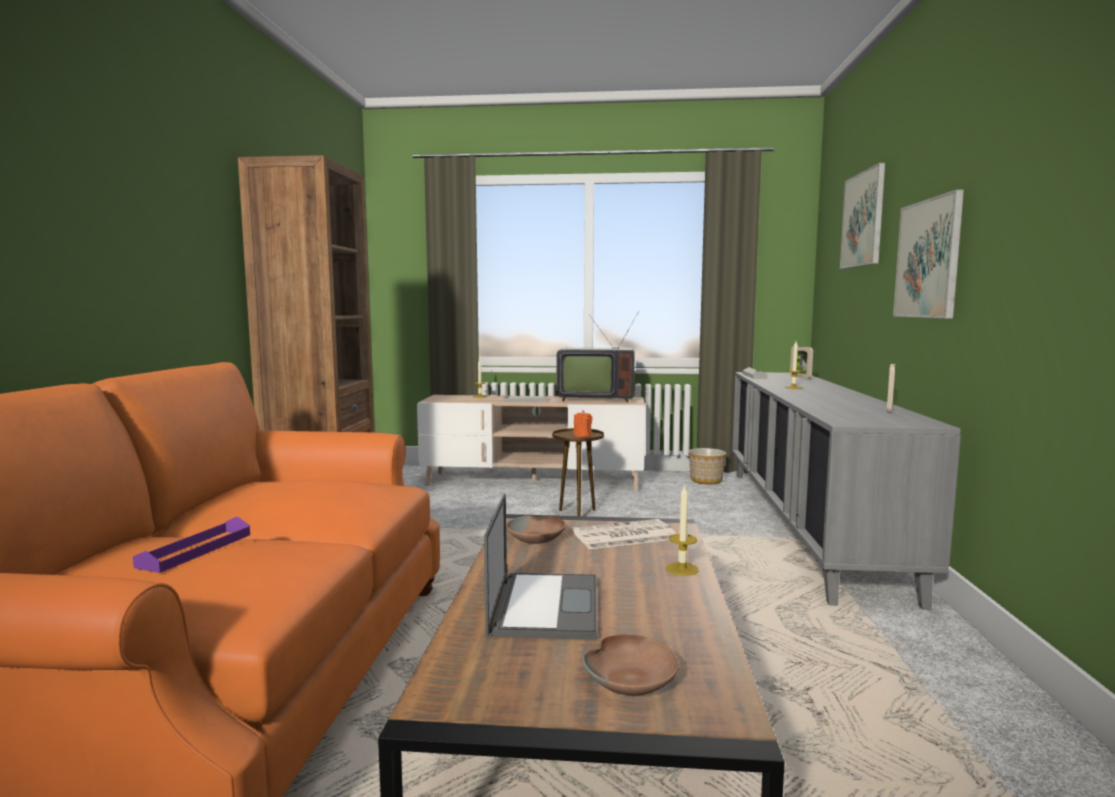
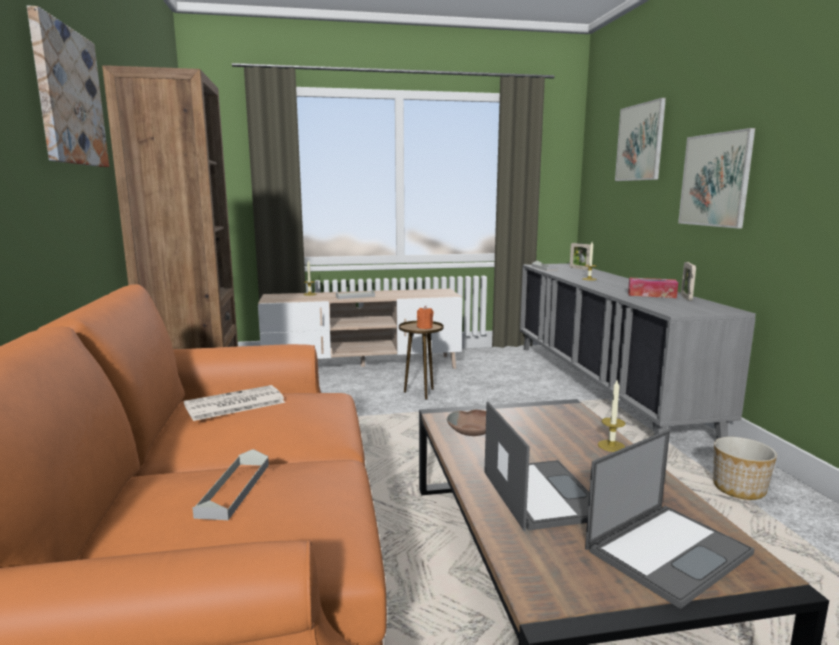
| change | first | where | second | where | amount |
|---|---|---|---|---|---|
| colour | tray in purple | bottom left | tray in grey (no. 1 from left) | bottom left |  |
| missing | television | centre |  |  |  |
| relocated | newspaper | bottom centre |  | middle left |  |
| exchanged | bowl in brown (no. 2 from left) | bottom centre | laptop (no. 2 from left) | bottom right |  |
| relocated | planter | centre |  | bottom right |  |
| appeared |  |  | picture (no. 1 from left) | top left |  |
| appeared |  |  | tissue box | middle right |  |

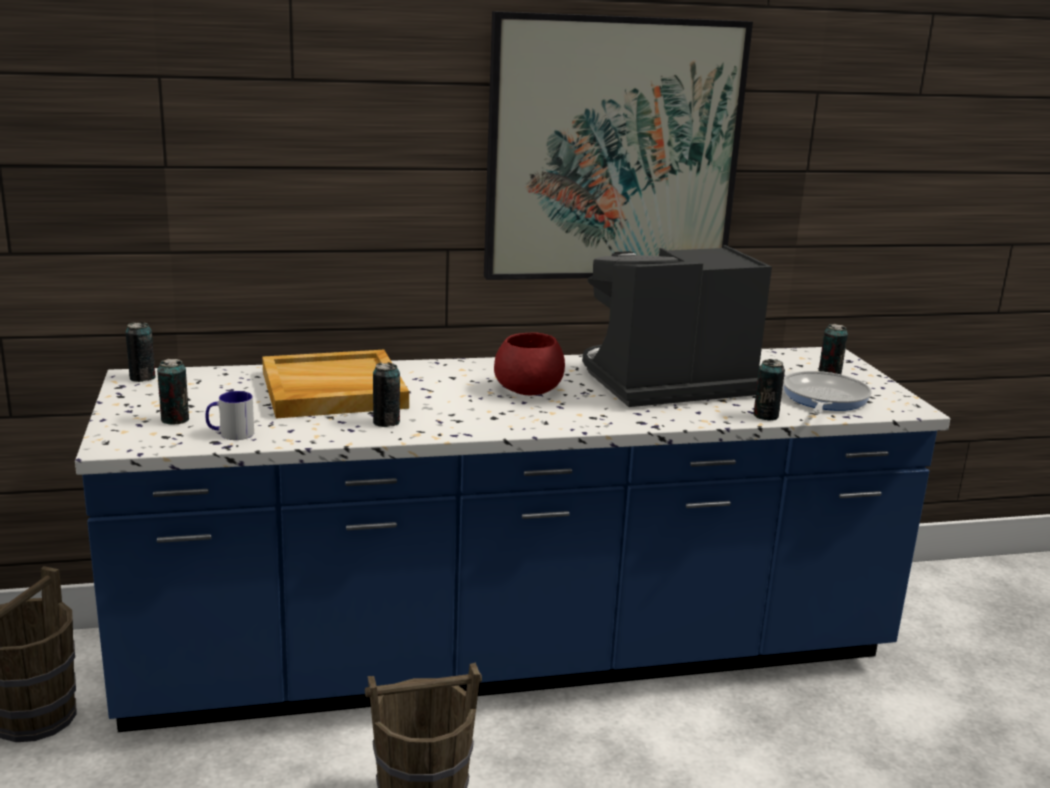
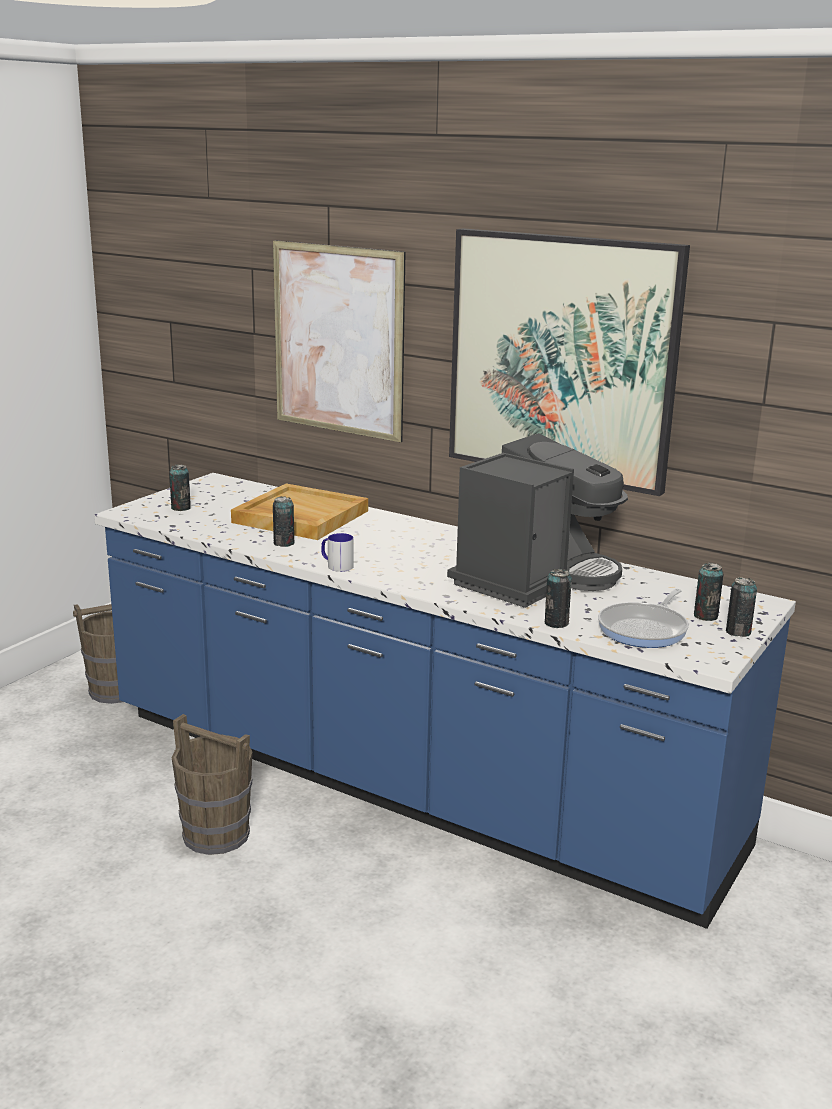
| change | first | where | second | where | amount |
|---|---|---|---|---|---|
| relocated | can (no. 1 from left in the first image) | middle left | can (no. 5 from left) | middle right |  |
| relocated | mug | middle left |  | centre |  |
| missing | bowl in red | centre |  |  |  |
| spun | coffee machine | centre |  | centre | 105 degrees clockwise |
| spun | frying pan | middle right |  | middle right | 150 degrees clockwise |
| appeared |  |  | picture (no. 1 from left) | top centre |  |

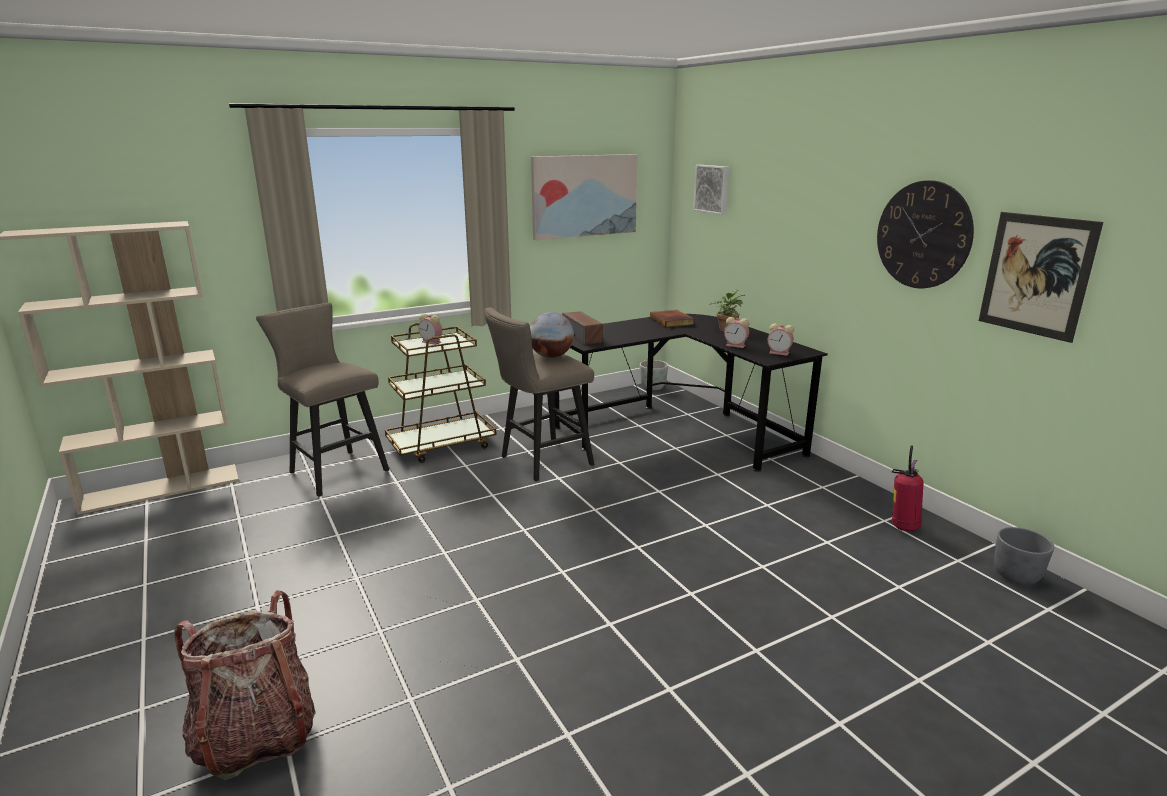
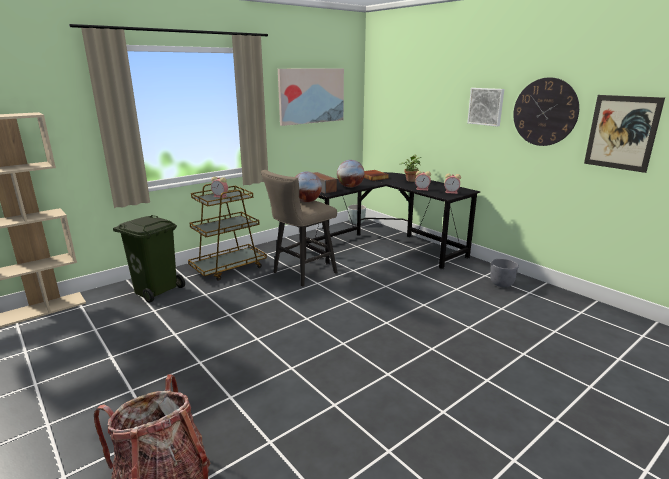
| change | first | where | second | where | amount |
|---|---|---|---|---|---|
| exchanged | stool in beige (no. 1 from left) | middle left | trash can in green | middle left |  |
| relocated | picture (no. 2 from left) | top centre |  | top right |  |
| missing | fire extinguisher | middle right |  |  |  |
| relocated | planter in grey (no. 2 from left) | bottom right |  | middle right |  |
| appeared |  |  | globe (no. 2 from left) | centre |  |

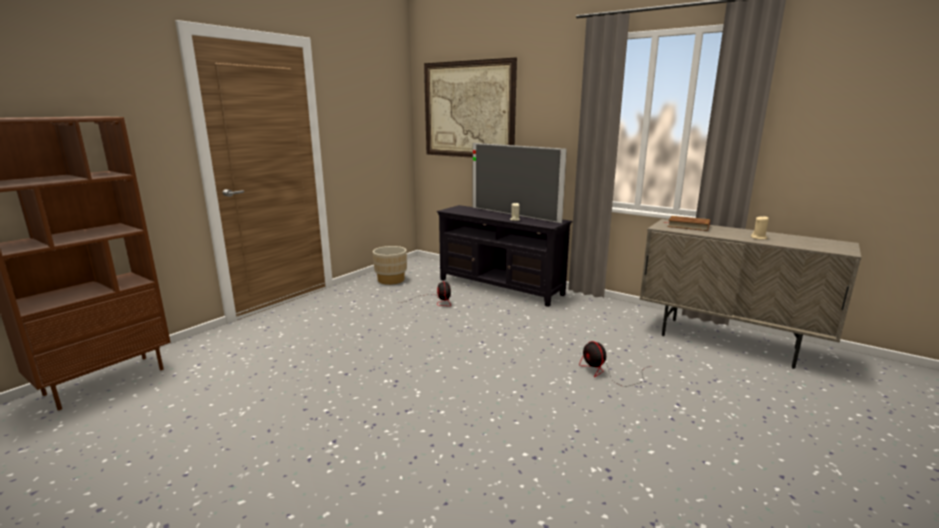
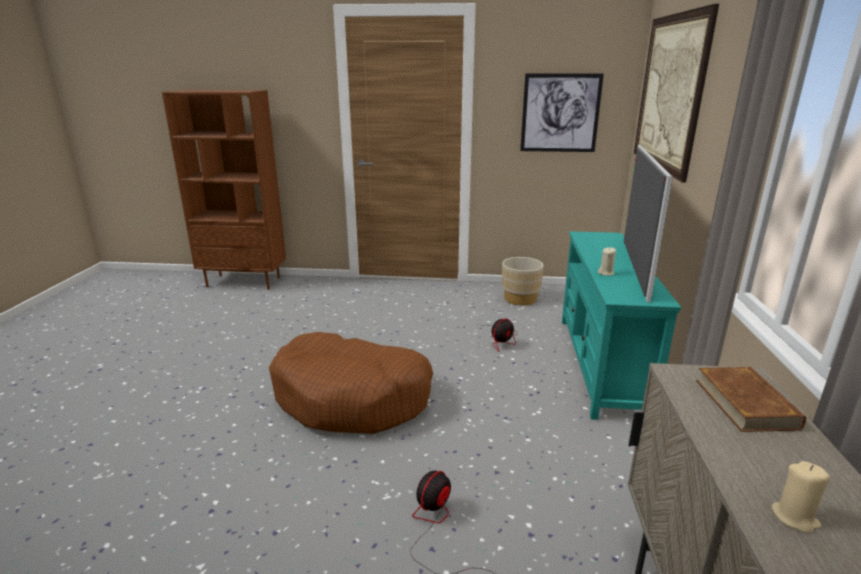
| change | first | where | second | where | amount |
|---|---|---|---|---|---|
| colour | tv stand in black | centre | tv stand in turquoise | middle right |  |
| appeared |  |  | dog bed in brown | bottom centre |  |
| appeared |  |  | picture (no. 1 from left) | top centre |  |

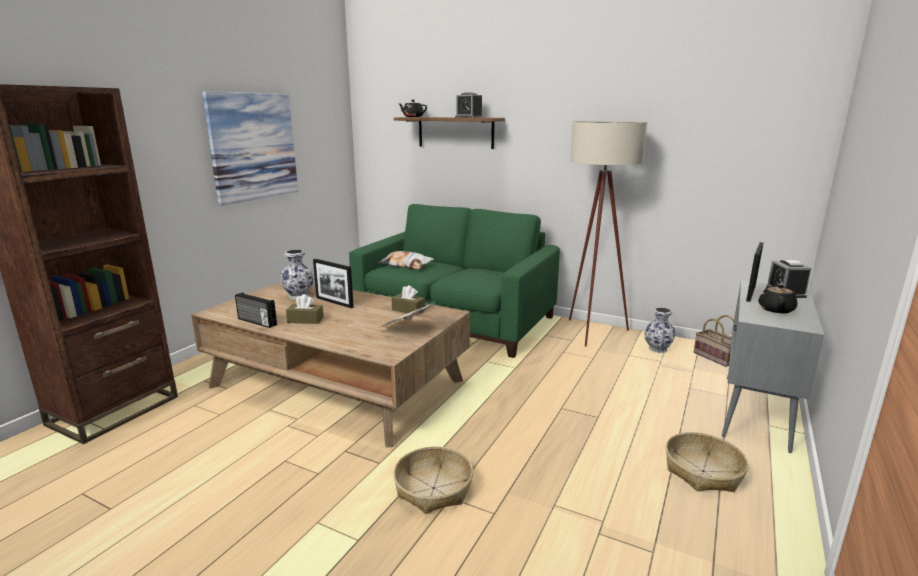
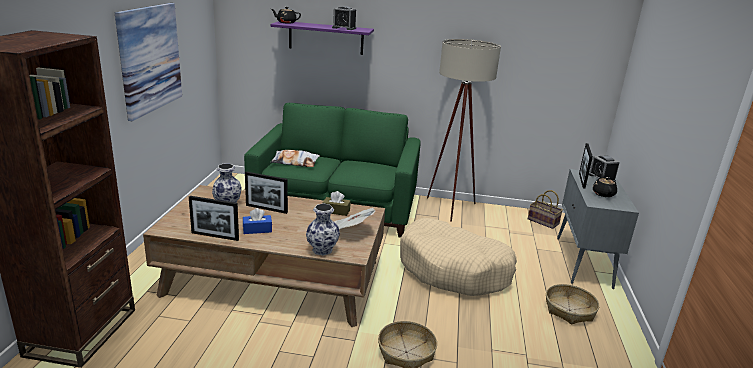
| change | first | where | second | where | amount |
|---|---|---|---|---|---|
| exchanged | radio | middle left | picture frame (no. 1 from left) | middle left |  |
| colour | tissue box in brown (no. 1 from left) | middle left | tissue box in blue | centre |  |
| colour | shelf in brown | top centre | shelf in purple | top centre |  |
| relocated | vase (no. 2 from left) | middle right |  | centre |  |
| appeared |  |  | dog bed in beige | bottom centre |  |

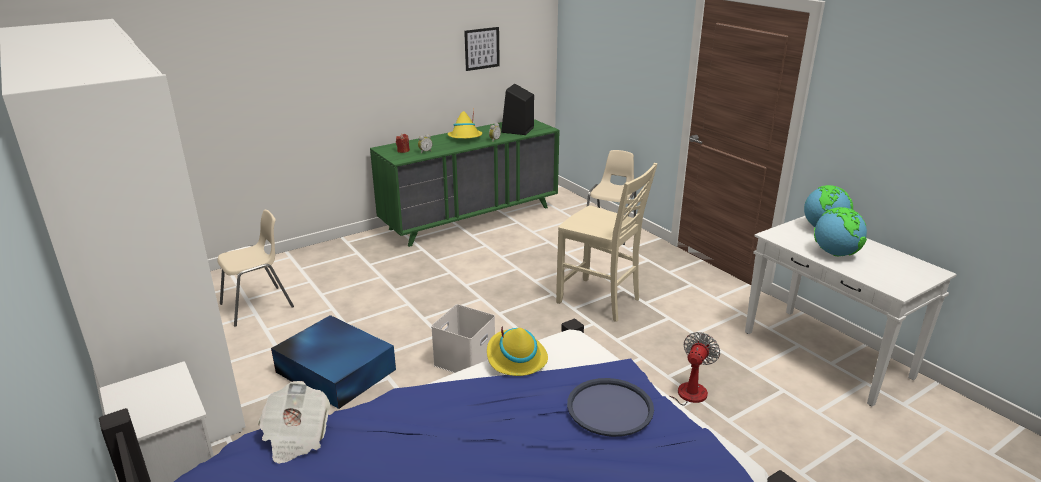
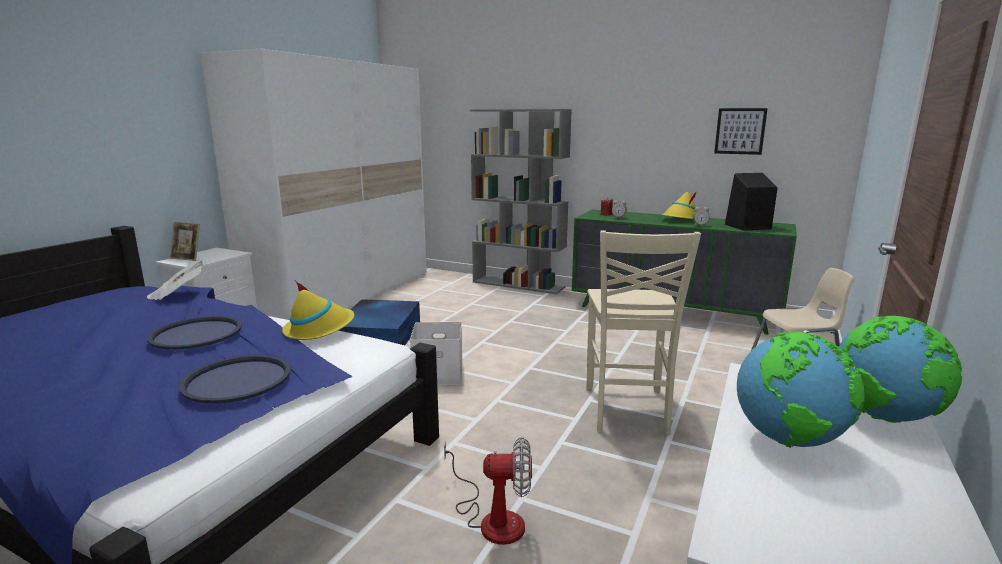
| change | first | where | second | where | amount |
|---|---|---|---|---|---|
| missing | chair in beige (no. 1 from left) | middle left |  |  |  |
| appeared |  |  | tray in blue (no. 1 from left) | middle left |  |
| appeared |  |  | picture frame | middle left |  |
| appeared |  |  | bookcase in grey | centre |  |

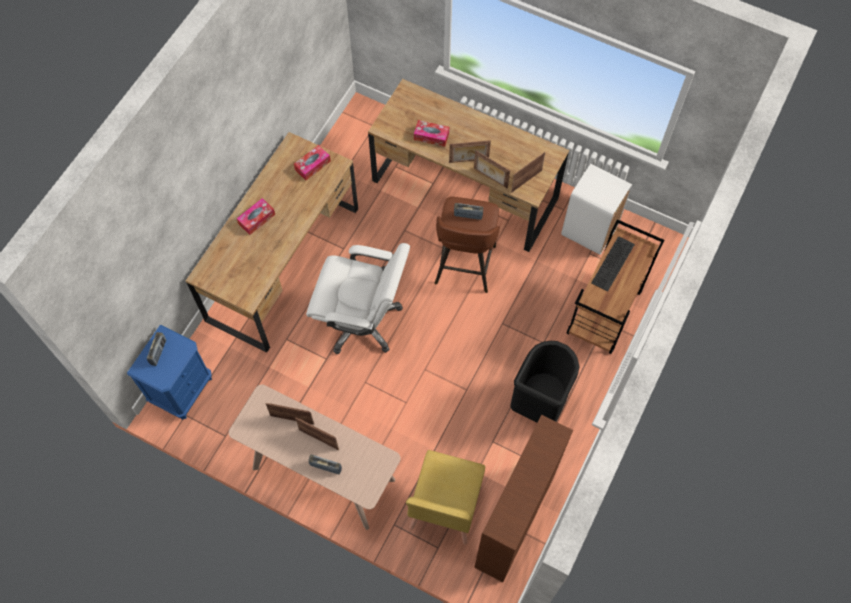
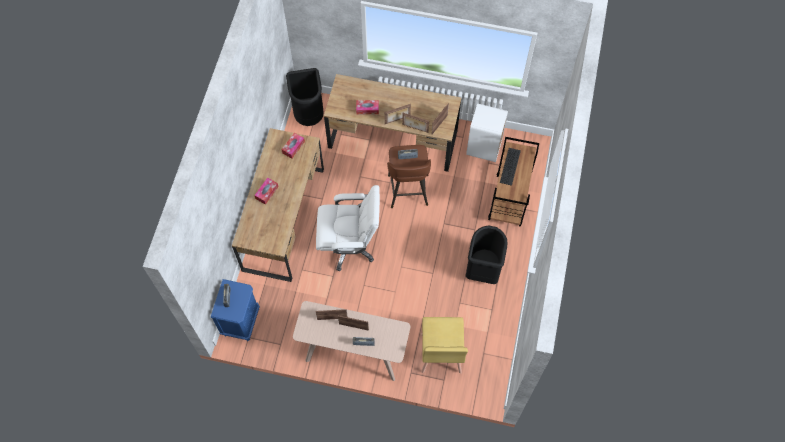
| change | first | where | second | where | amount |
|---|---|---|---|---|---|
| missing | bookcase in brown | bottom centre |  |  |  |
| appeared |  |  | trash can in black (no. 1 from left) | top centre |  |

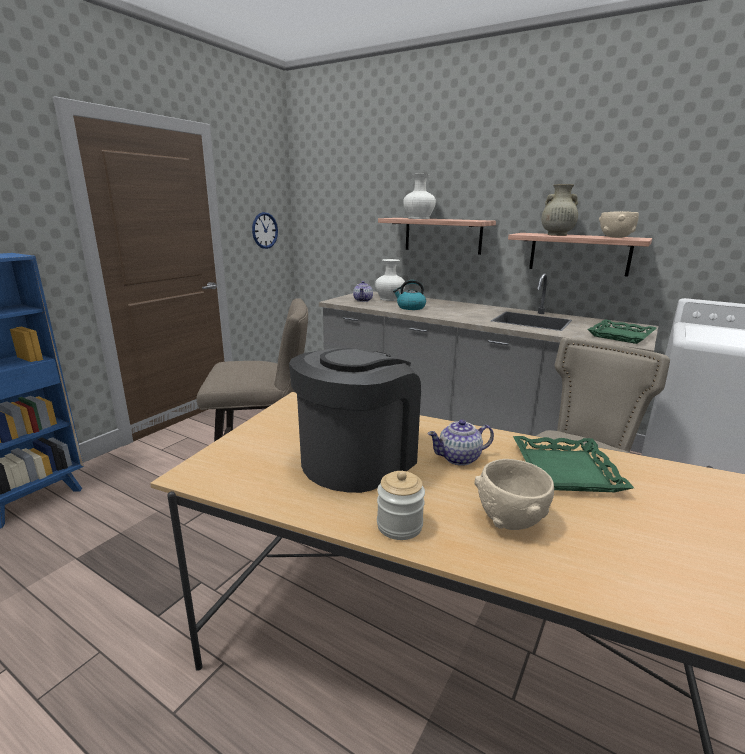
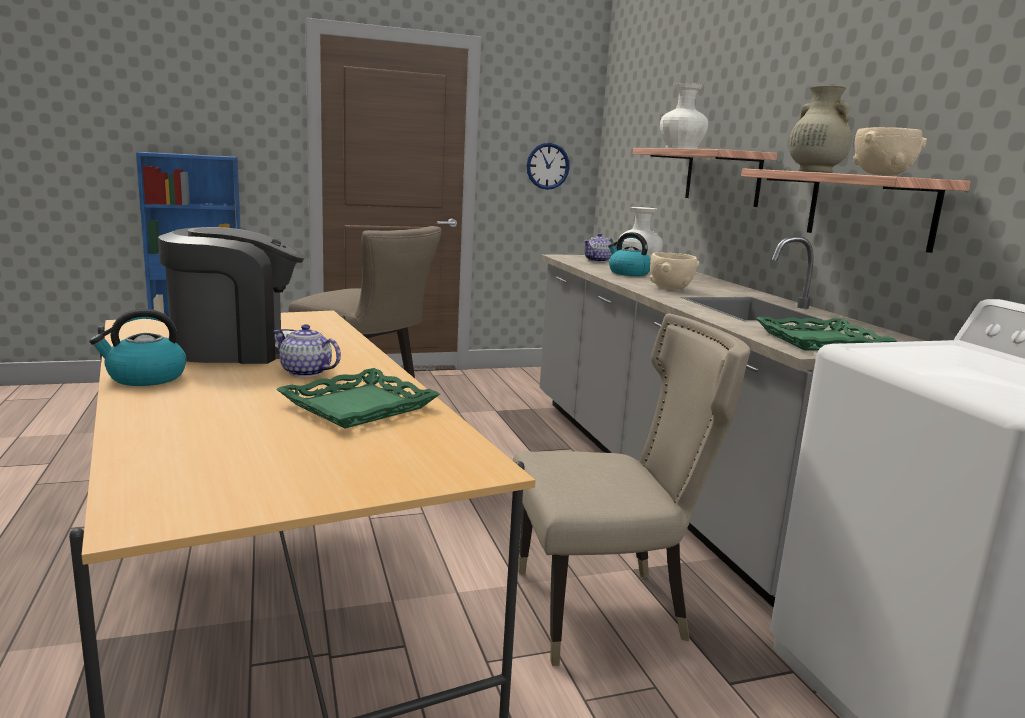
| change | first | where | second | where | amount |
|---|---|---|---|---|---|
| exchanged | jar | bottom centre | kettle (no. 1 from left) | middle left |  |
| relocated | bowl in beige (no. 1 from left) | middle right |  | centre |  |

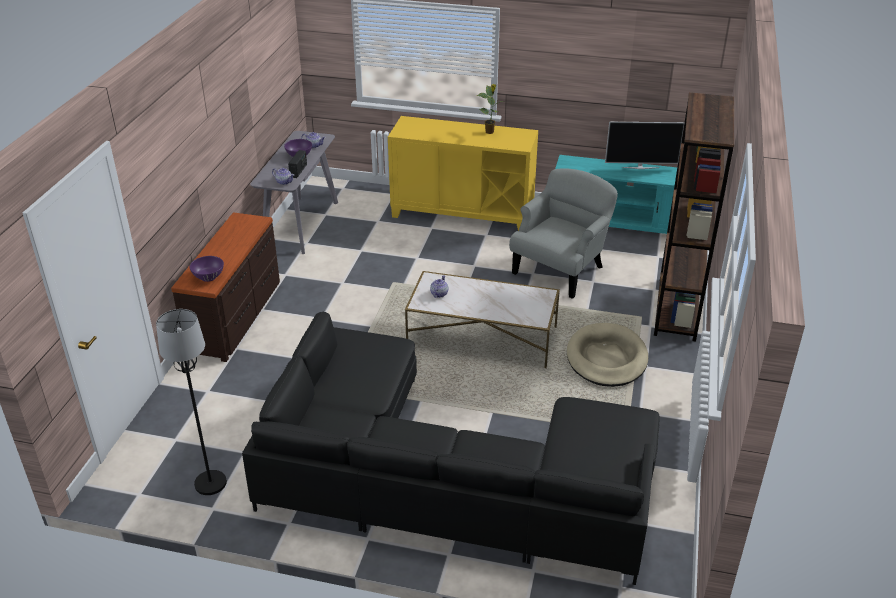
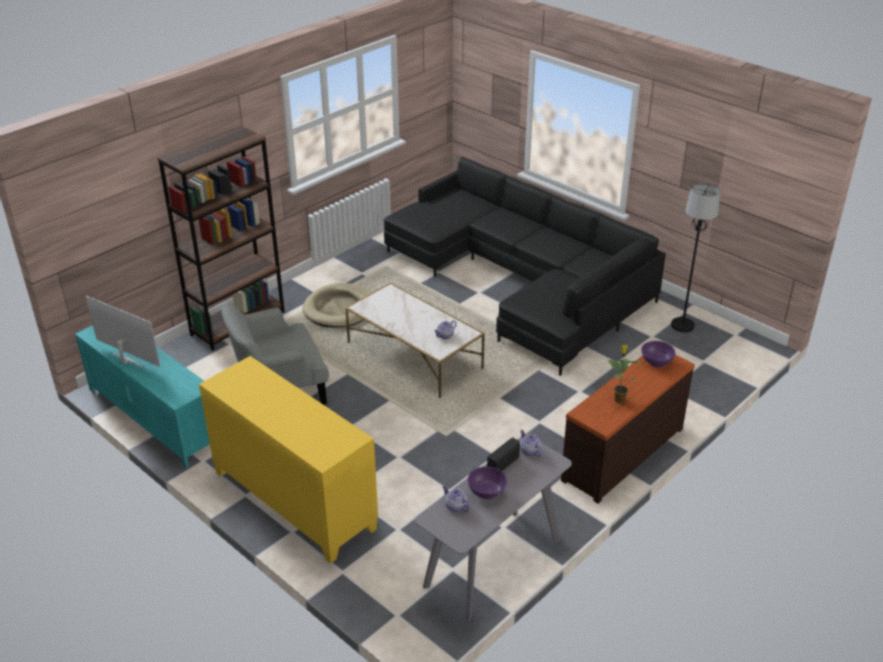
| change | first | where | second | where | amount |
|---|---|---|---|---|---|
| relocated | potted plant | top centre |  | middle right |  |

